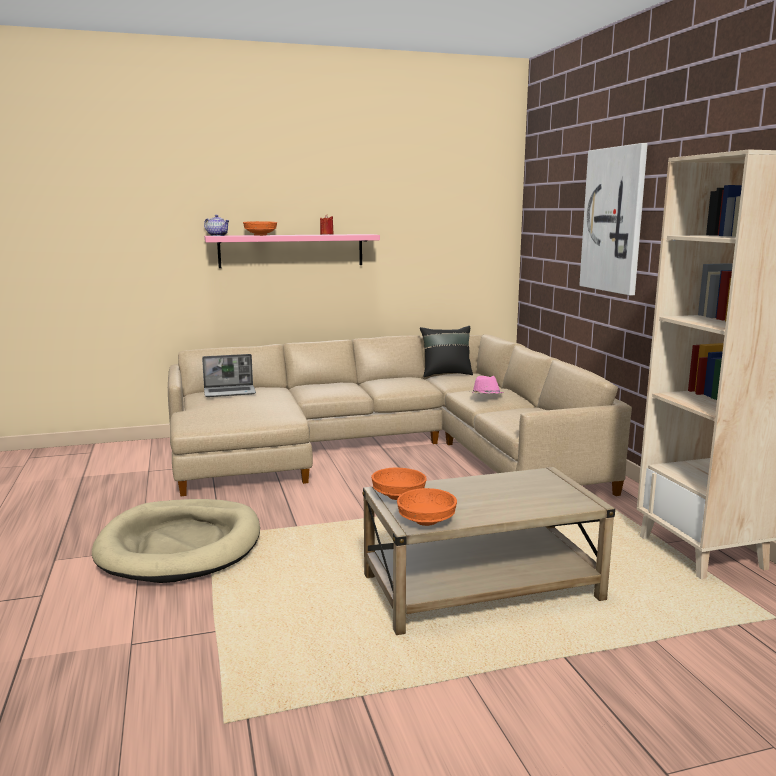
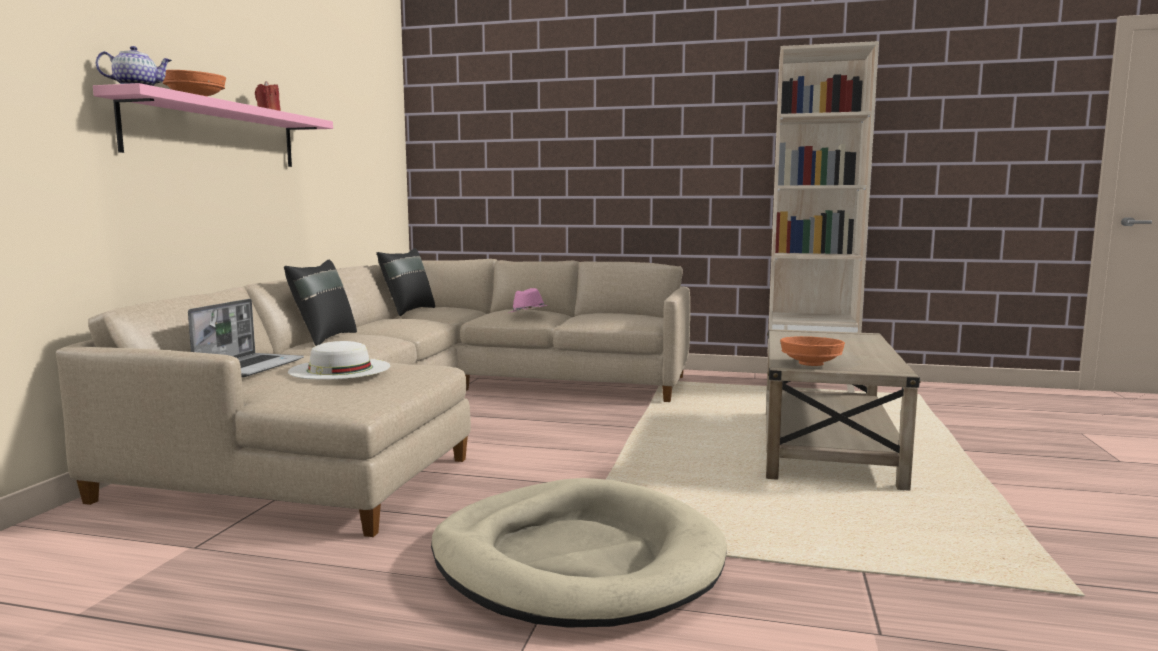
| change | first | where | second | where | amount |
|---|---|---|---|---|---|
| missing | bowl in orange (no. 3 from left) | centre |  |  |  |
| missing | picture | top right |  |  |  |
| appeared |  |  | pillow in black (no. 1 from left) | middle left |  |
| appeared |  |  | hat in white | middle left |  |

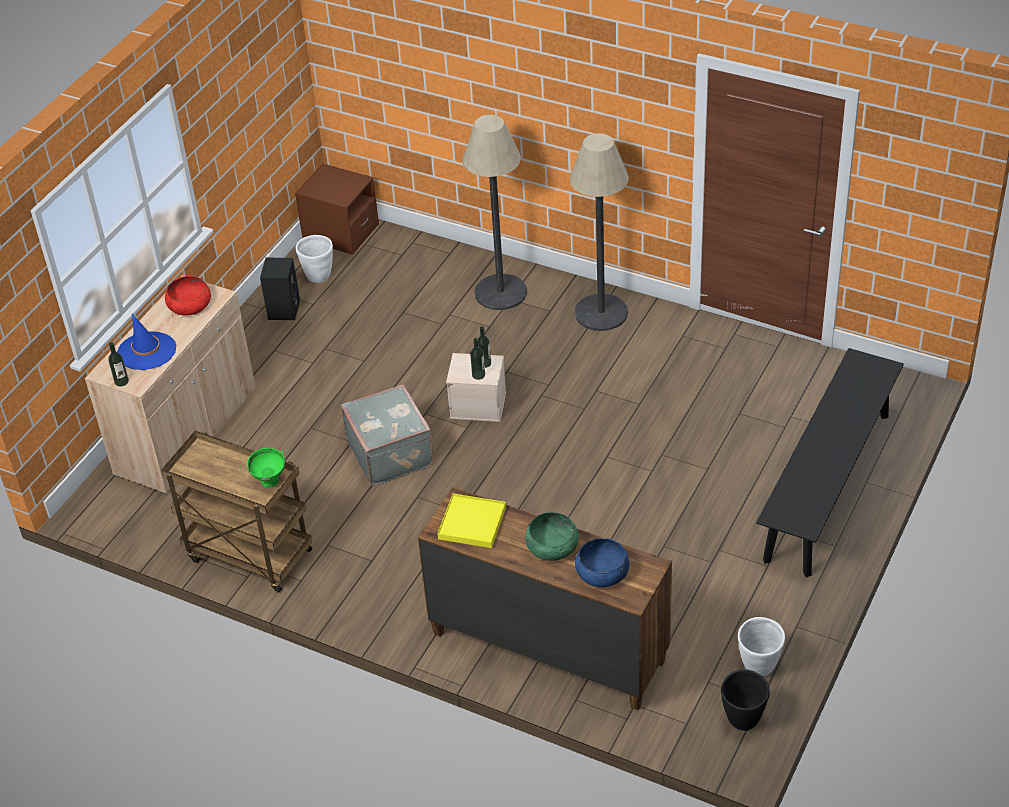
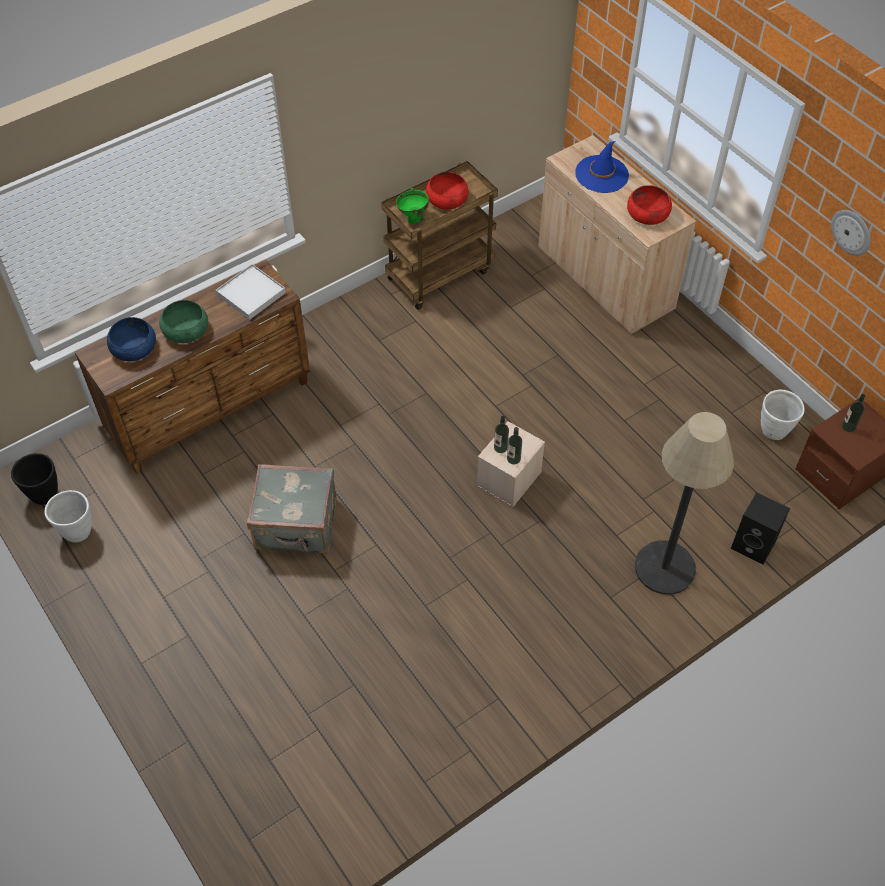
| change | first | where | second | where | amount |
|---|---|---|---|---|---|
| relocated | bottle (no. 1 from left in the first image) | middle left | bottle (no. 3 from left) | middle right |  |
| relocated | speaker in black | middle left |  | middle right |  |
| relocated | suitcase in grey | centre |  | middle left |  |
| colour | tray in yellow | centre | tray in white | top left |  |
| missing | floor lamp (no. 2 from left) | top centre |  |  |  |
| missing | bench in black | middle right |  |  |  |
| appeared |  |  | bowl in red (no. 1 from left) | top centre |  |
| appeared |  |  | wall clock | top right |  |

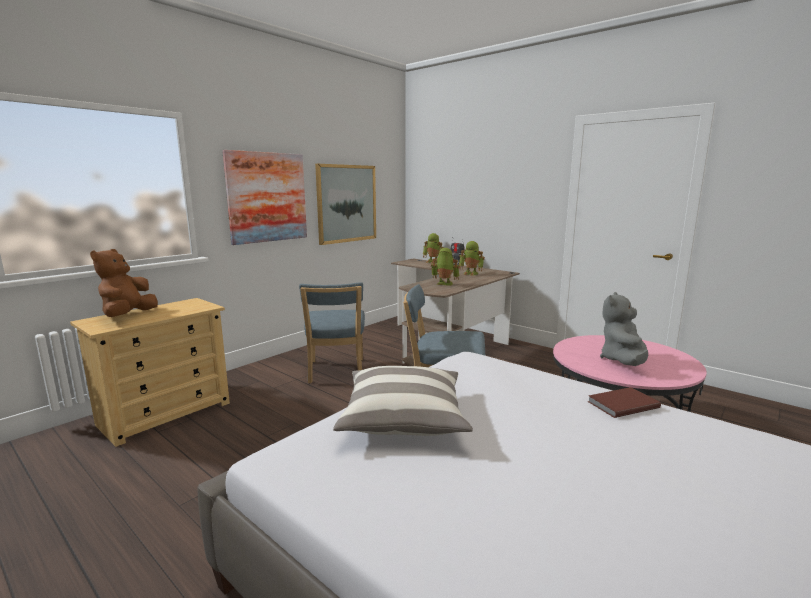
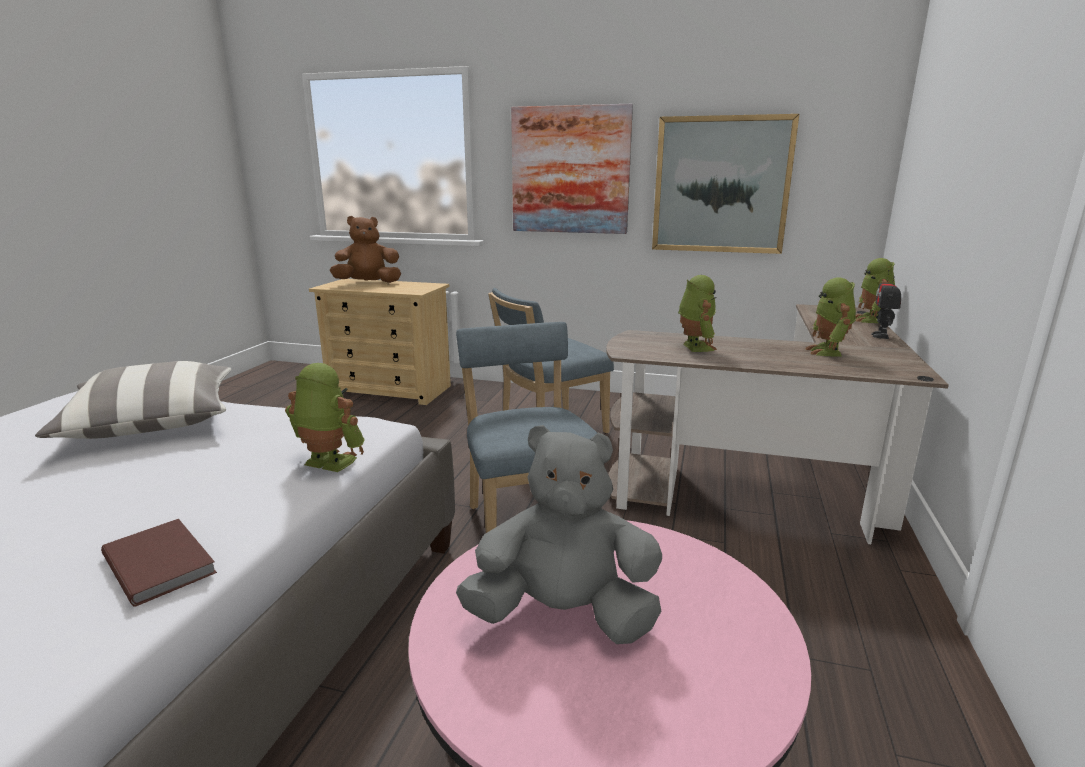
| change | first | where | second | where | amount |
|---|---|---|---|---|---|
| appeared |  |  | toy robot (no. 1 from left) | middle left |  |

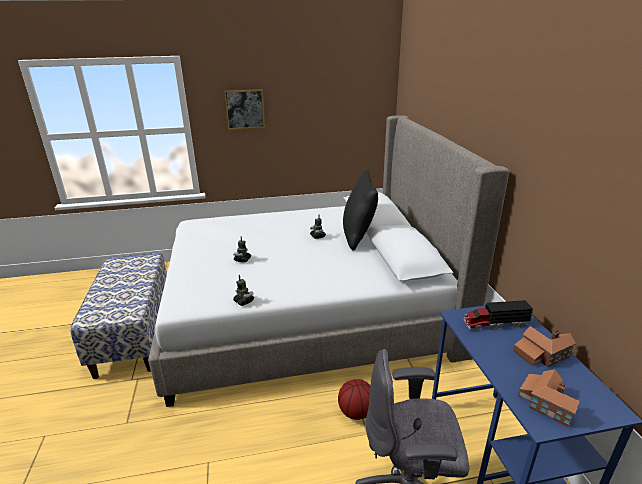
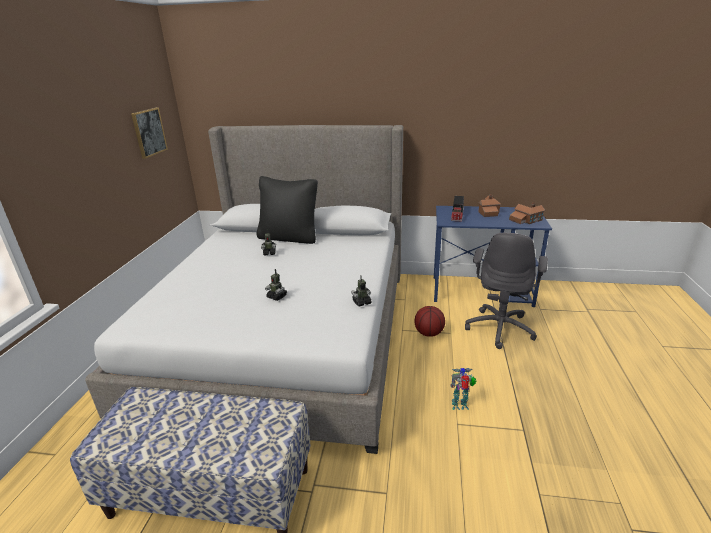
| change | first | where | second | where | amount |
|---|---|---|---|---|---|
| relocated | picture | top centre |  | top left |  |
| appeared |  |  | toy robot (no. 4 from left) | bottom centre |  |

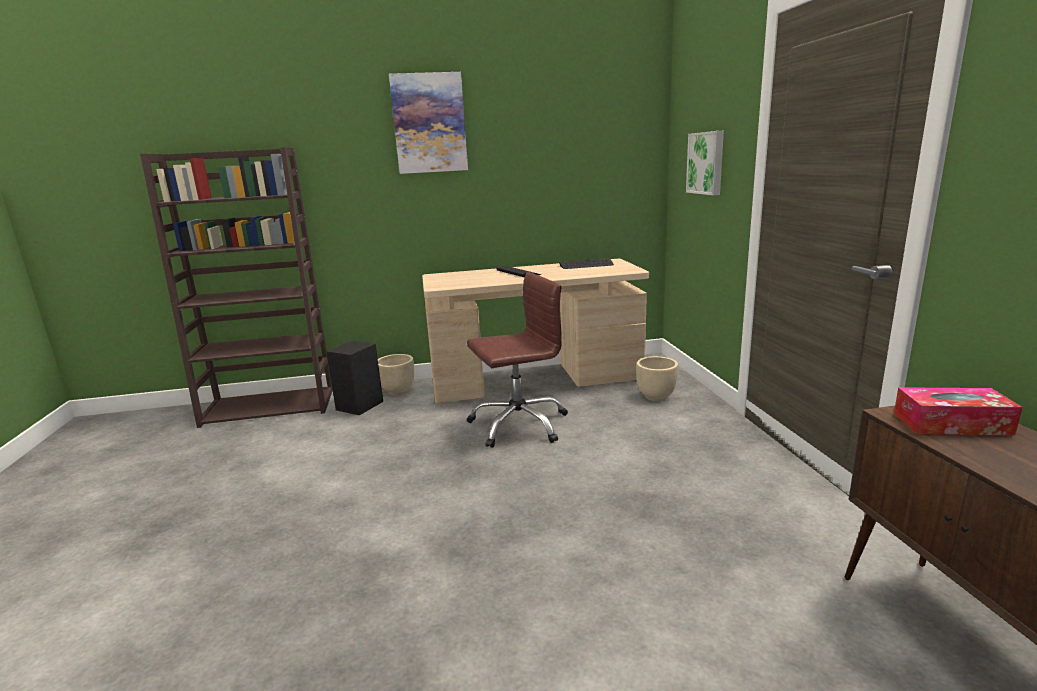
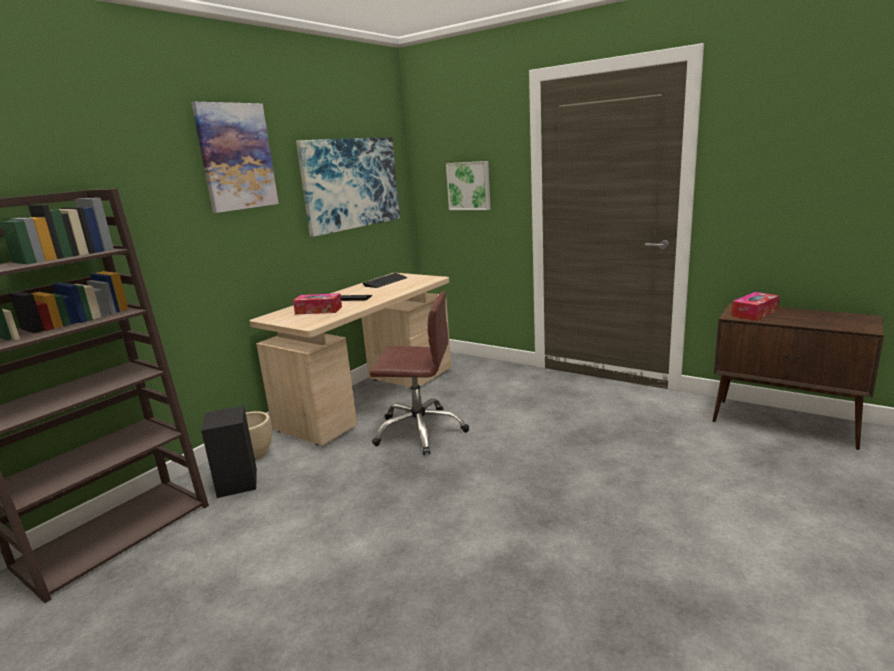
| change | first | where | second | where | amount |
|---|---|---|---|---|---|
| spun | office chair in brown | centre |  | centre | 75 degrees clockwise |
| missing | planter in beige (no. 2 from left) | centre |  |  |  |
| appeared |  |  | tissue box (no. 1 from left) | centre |  |
| appeared |  |  | picture (no. 2 from left) | top centre |  |

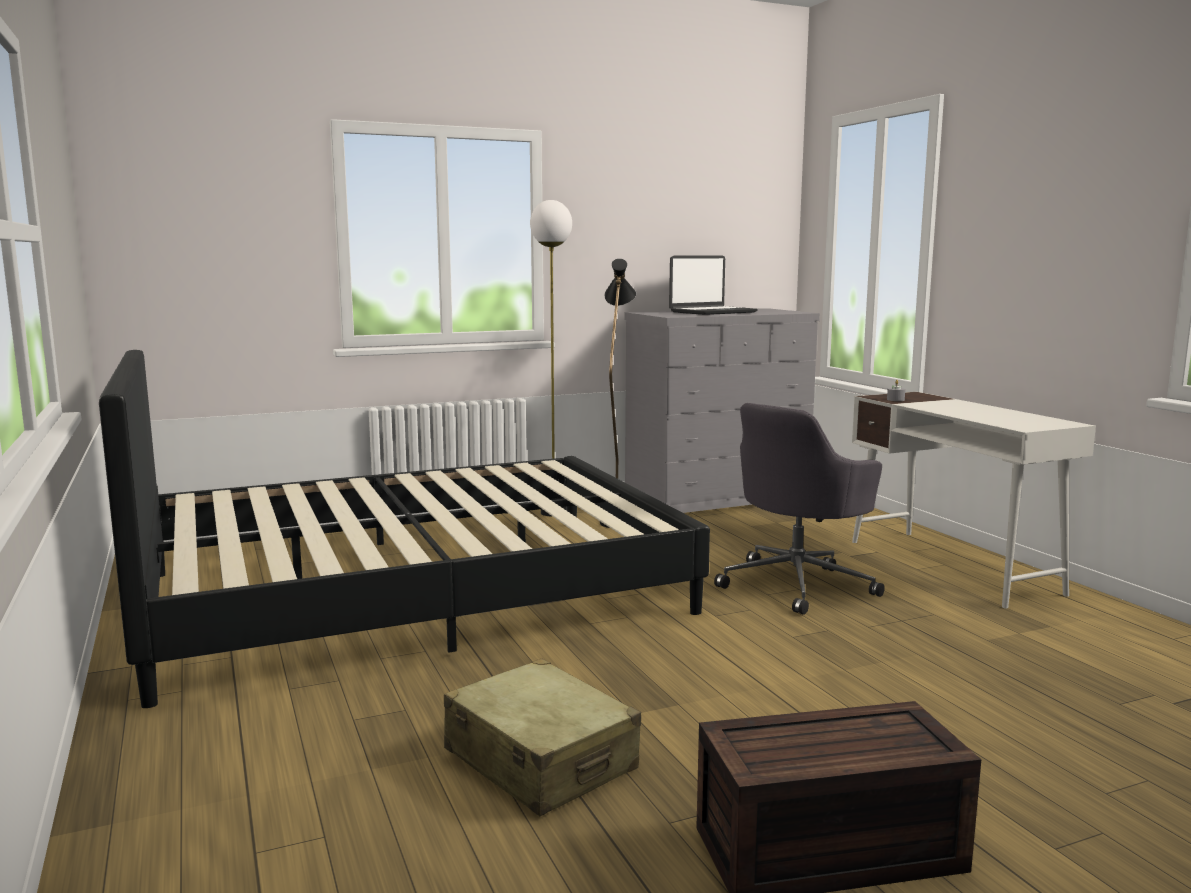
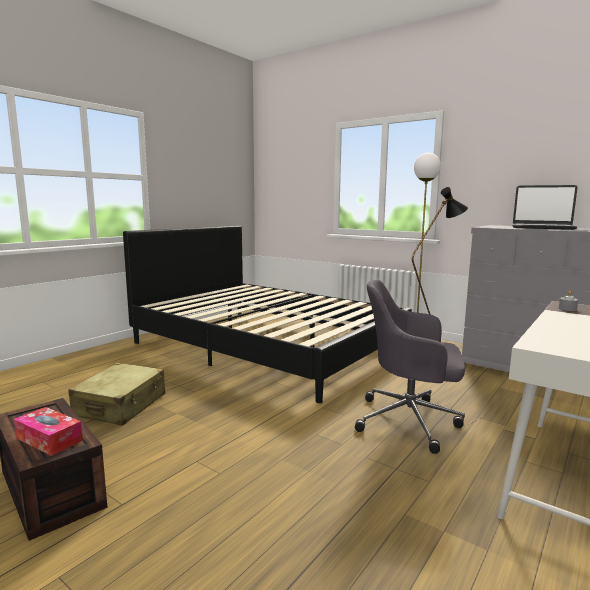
| change | first | where | second | where | amount |
|---|---|---|---|---|---|
| appeared |  |  | tissue box | bottom left |  |

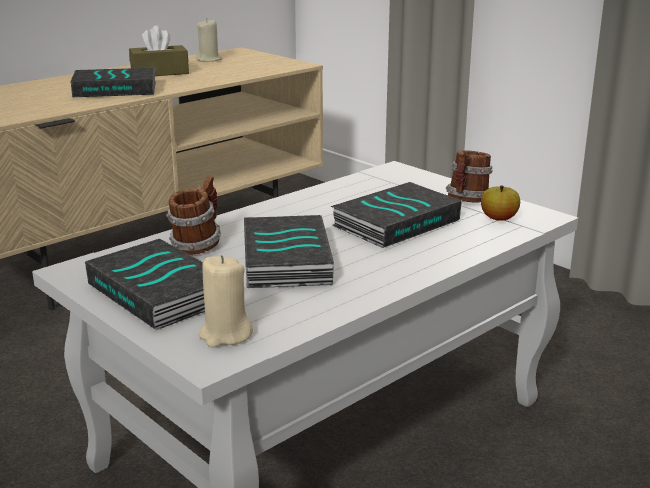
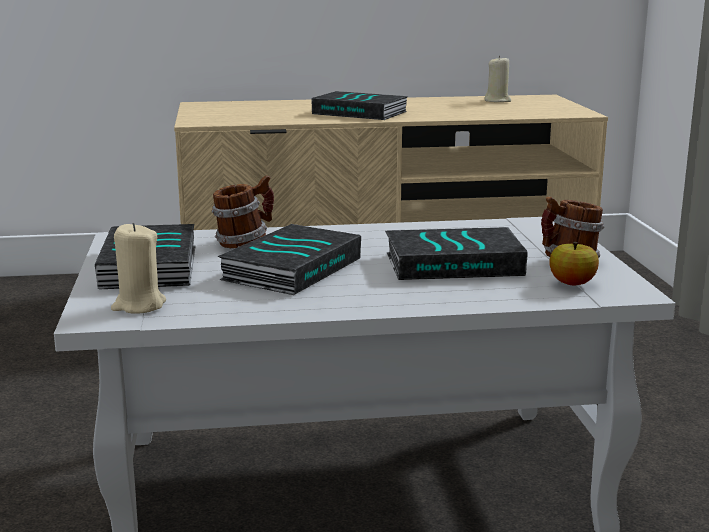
| change | first | where | second | where | amount |
|---|---|---|---|---|---|
| missing | tissue box in brown | top left |  |  |  |

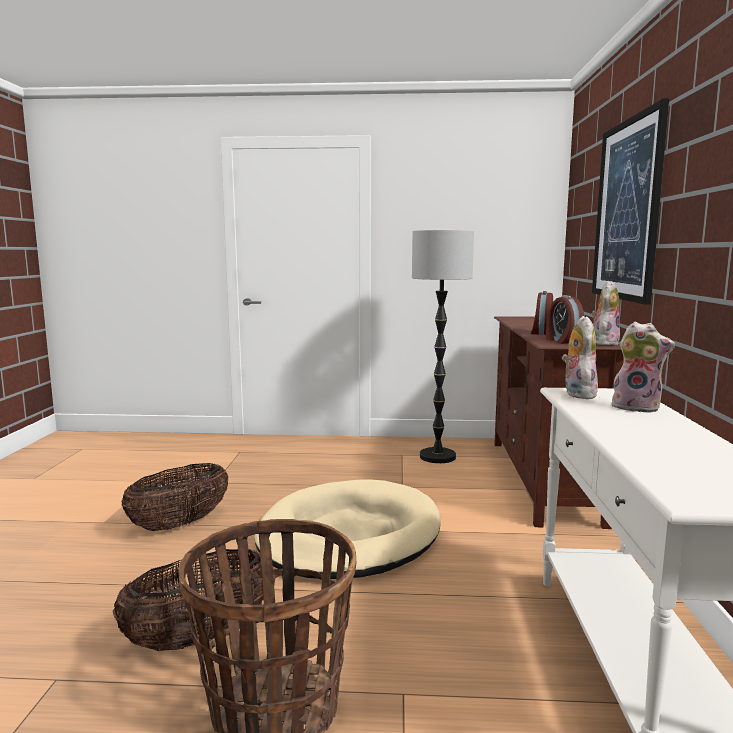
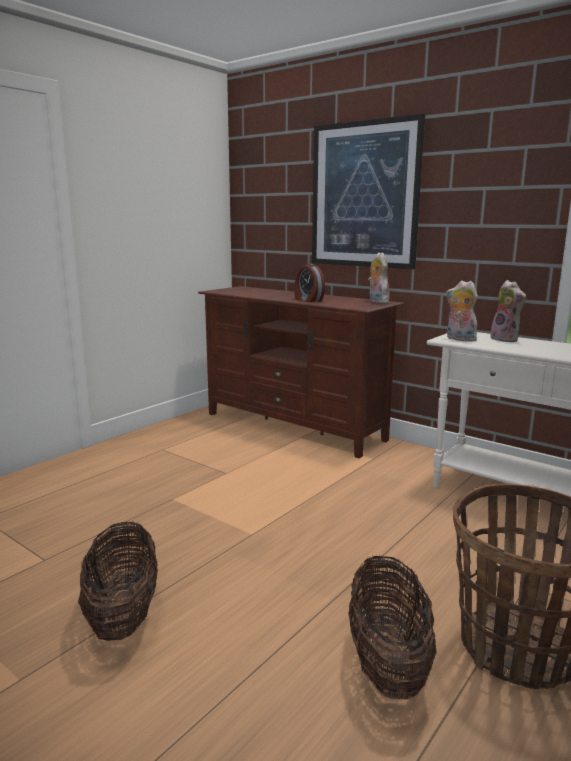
| change | first | where | second | where | amount |
|---|---|---|---|---|---|
| missing | dog bed in beige | bottom centre |  |  |  |
| missing | floor lamp | centre |  |  |  |
| missing | alarm clock (no. 2 from left) | middle right |  |  |  |
| spun | plush toy (no. 3 from left) | middle right |  | middle right | 90 degrees clockwise |

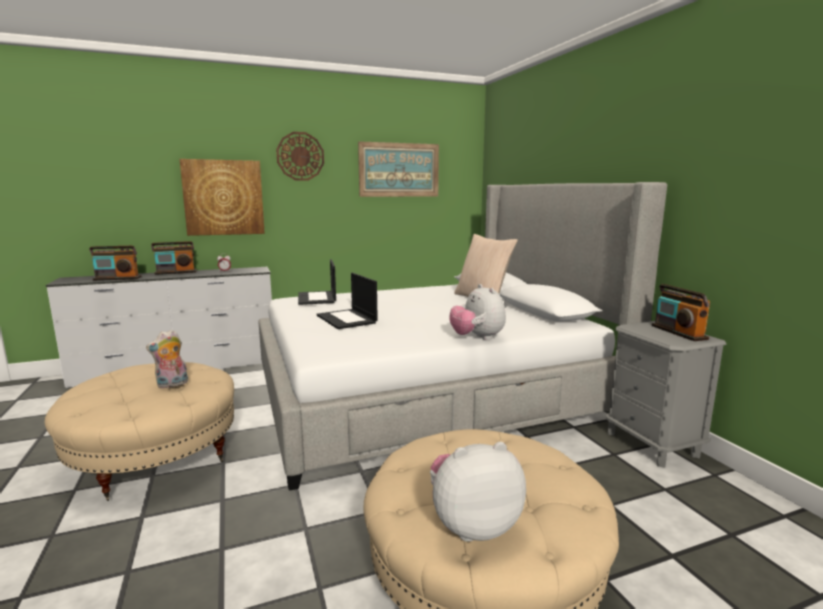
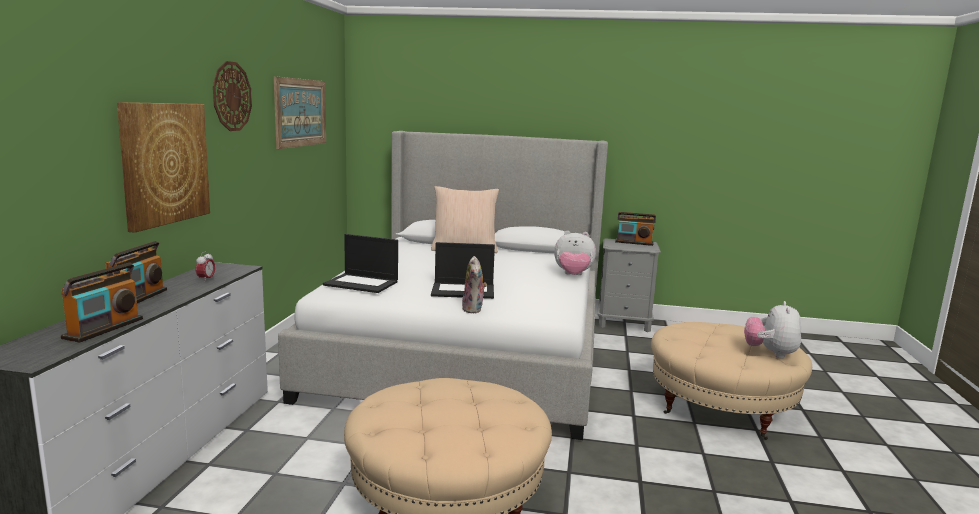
| change | first | where | second | where | amount |
|---|---|---|---|---|---|
| relocated | plush toy (no. 1 from left) | middle left |  | centre |  |

